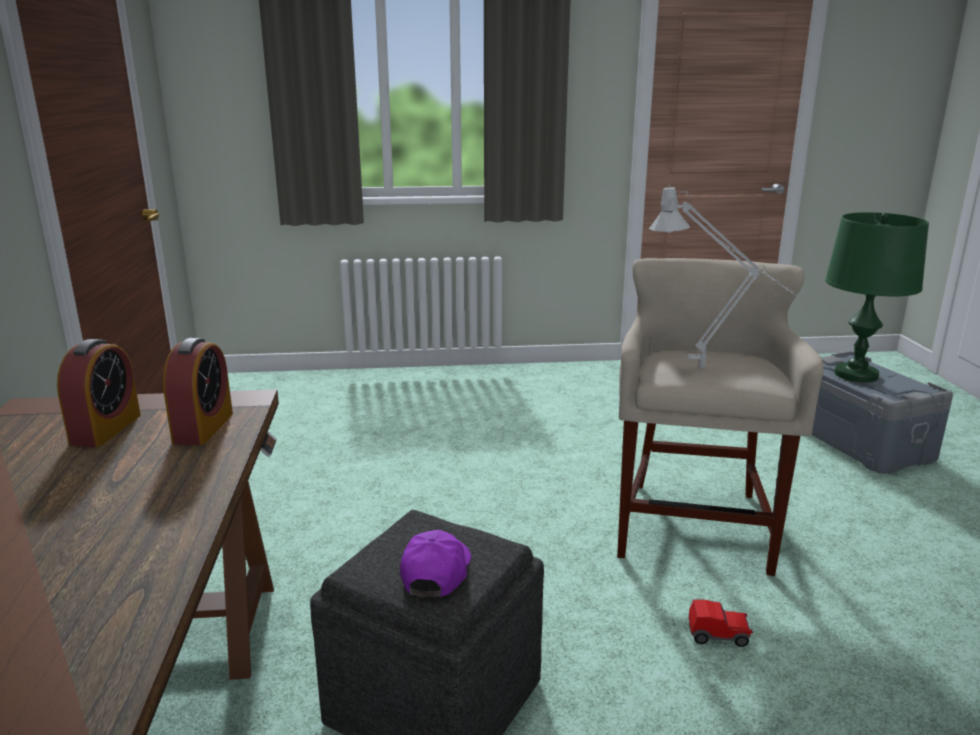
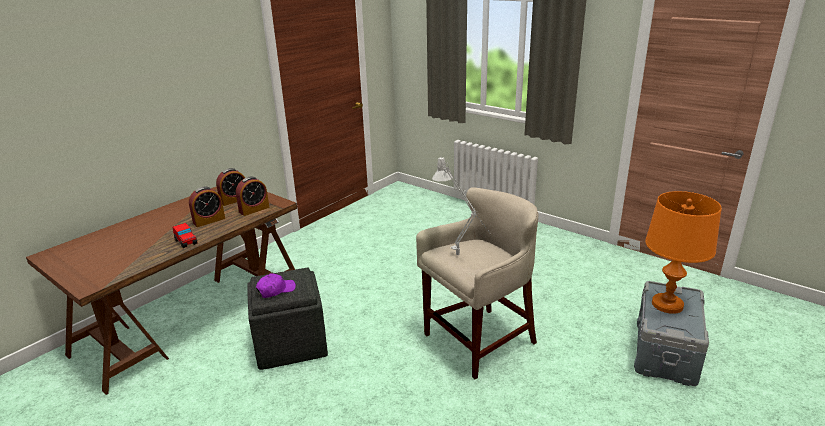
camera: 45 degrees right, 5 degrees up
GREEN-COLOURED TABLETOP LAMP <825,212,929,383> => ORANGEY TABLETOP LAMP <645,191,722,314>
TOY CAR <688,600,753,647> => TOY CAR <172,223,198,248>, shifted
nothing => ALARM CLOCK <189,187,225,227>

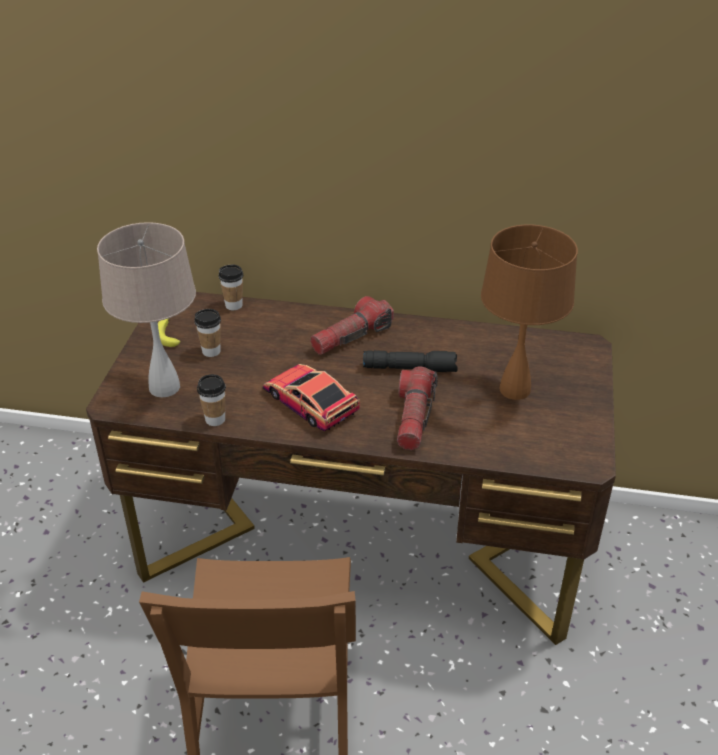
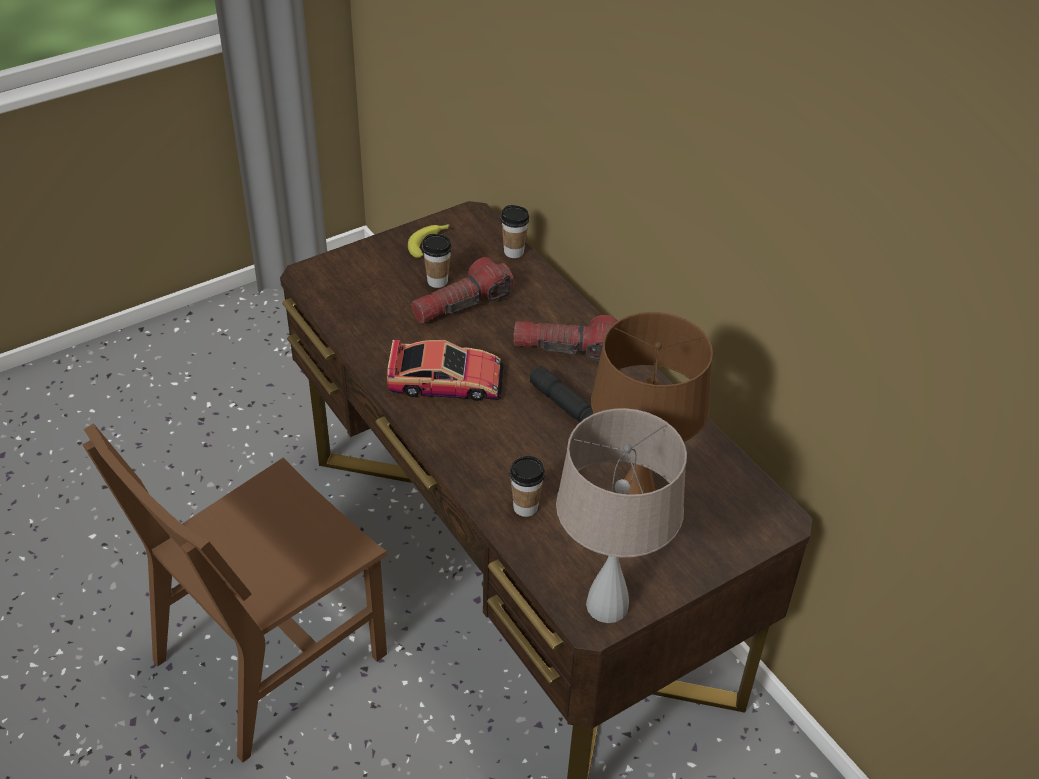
camera: 45 degrees right, 5 degrees up
BEIGE TABLETOP LAMP <97,222,196,398> => BEIGE TABLETOP LAMP <556,408,687,623>, shifted
TOY CAR <262,364,360,431> => TOY CAR <387,340,504,401>, 90 degrees clockwise
FLASHLIGHT <397,367,438,450> => FLASHLIGHT <411,257,514,323>, shifted
CUP <197,374,226,426> => CUP <510,456,545,517>, shifted

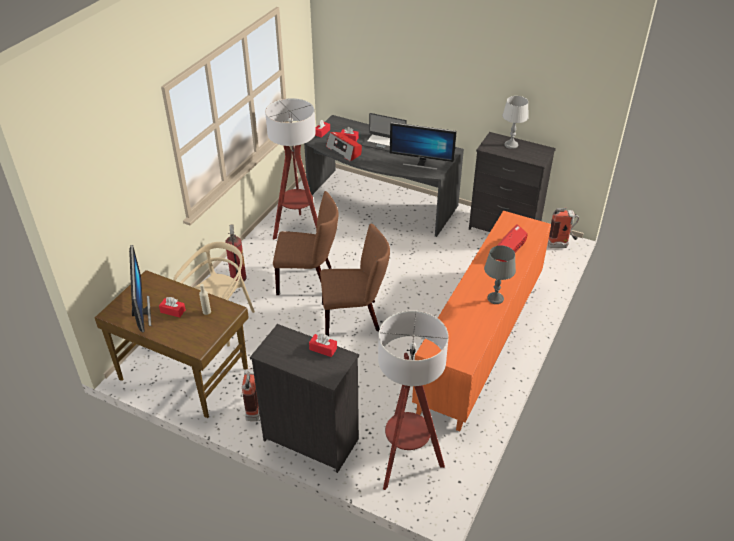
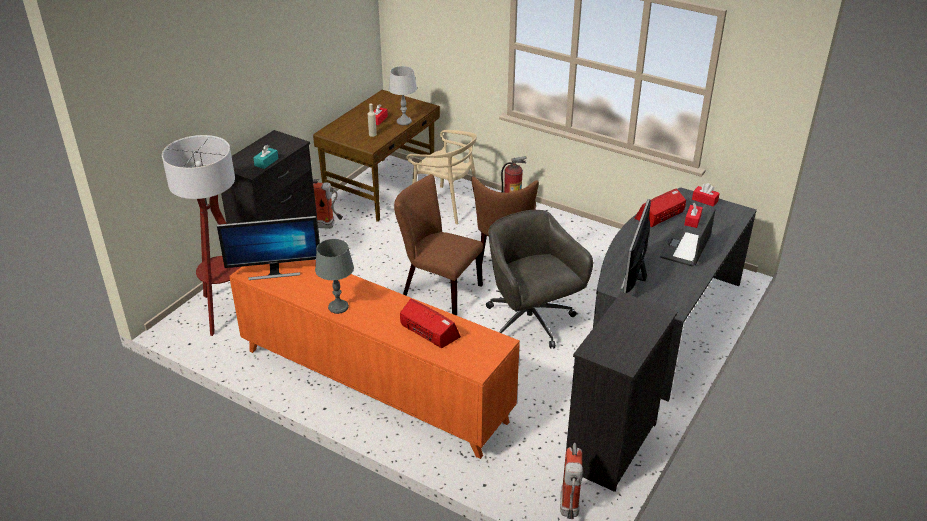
camera: 95 degrees right, 5 degrees down
GRAY TABLETOP LAMP <502,96,529,149> => GRAY TABLETOP LAMP <388,66,417,125>, shifted
STANDARD LAMP <265,98,318,240> => nothing
BROWNISH PLAIN CHAIR <320,224,390,336> => BROWNISH PLAIN CHAIR <394,174,483,315>, 120 degrees clockwise
COMPUTER SCREEN <129,245,151,333> => COMPUTER SCREEN <217,216,319,280>, shifted
REDDISH BOX OF TISSUES <309,334,337,357> => TURQUOISE BOX OF TISSUES <253,145,279,169>
nothing => GRAY DESK CHAIR <486,210,593,349>

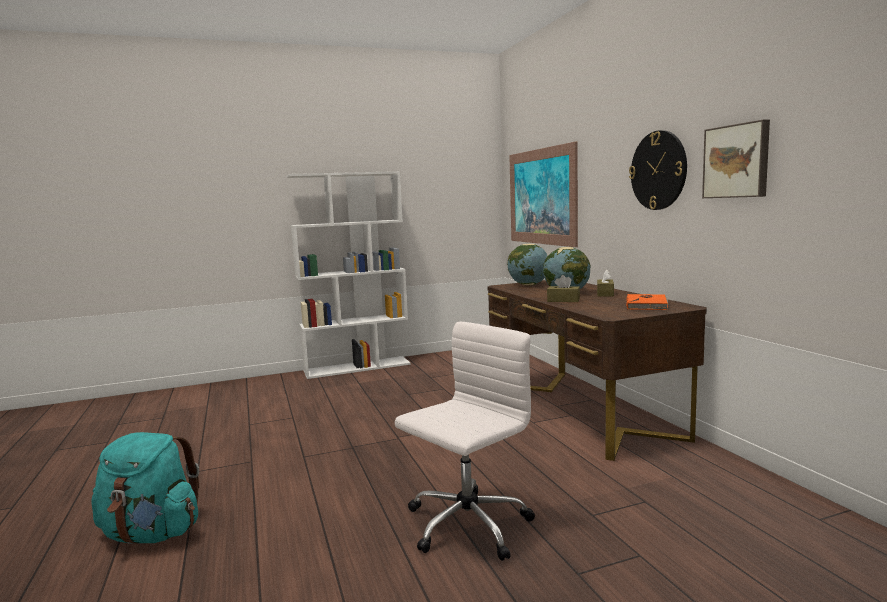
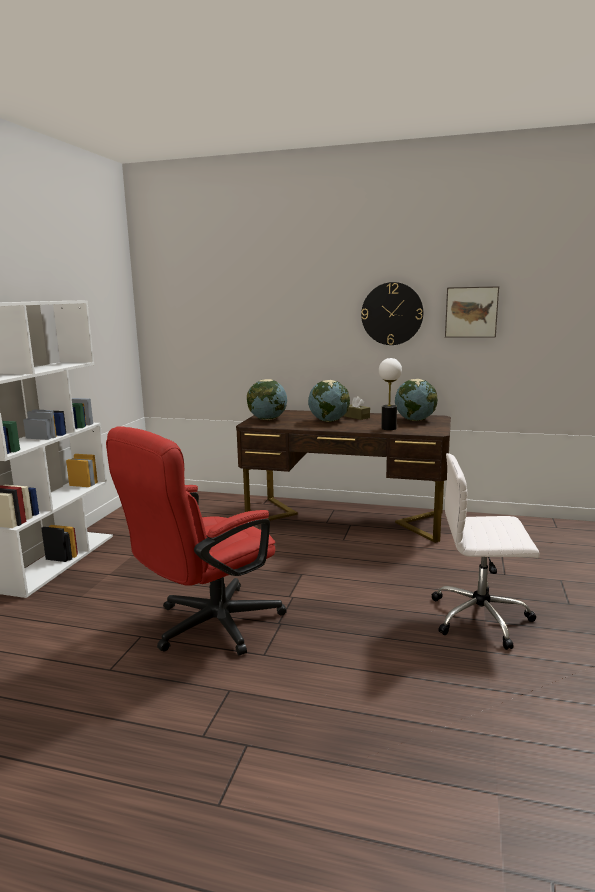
camera: 55 degrees left, 5 degrees up
WALL ART <509,141,578,247> => nothing
BROWNISH BOX OF TISSUES <547,275,580,302> => nothing
ORANGEY BOOK <626,294,669,310> => WORLD GLOBE <395,379,438,421>
WHITISH DESK CHAIR <395,322,535,561> => WHITISH DESK CHAIR <432,453,540,650>, 75 degrees counterclockwise
TURQUOISE RUCKSACK <91,432,199,544> => nothing
nothing => TABLETOP LAMP <379,358,402,430>
nothing => REDDISH DESK CHAIR <106,426,286,656>

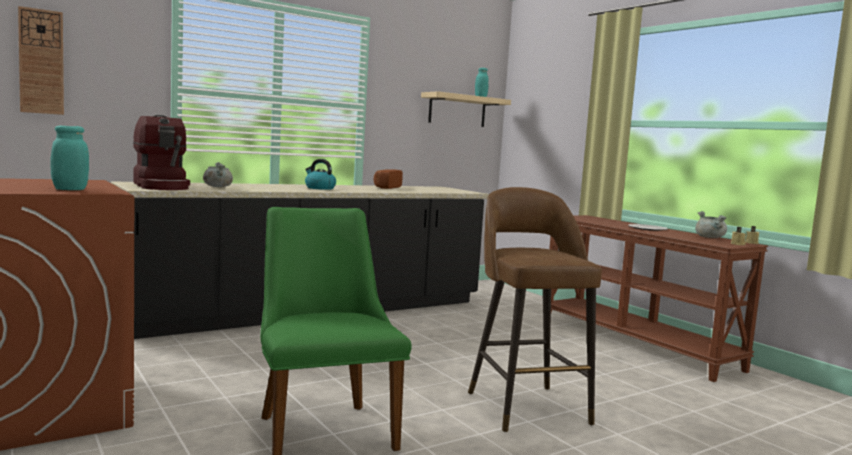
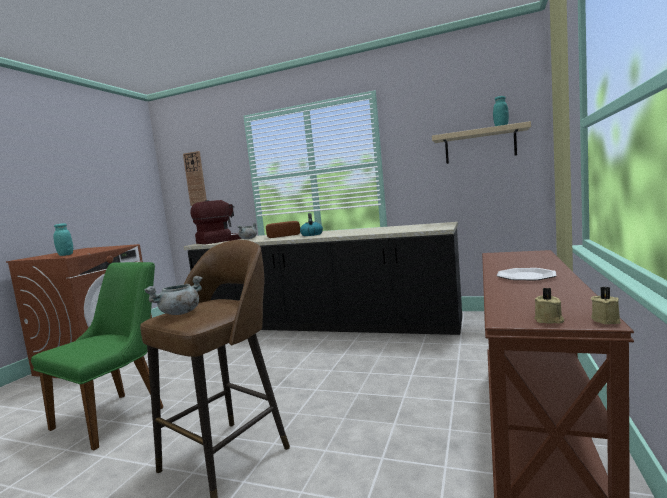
camera: 55 degrees right, 0 degrees up
COFFEE MACHINE <133,115,190,190> => COFFEE MACHINE <191,200,242,244>, 150 degrees counterclockwise
BREAD <373,169,403,189> => BREAD <266,221,300,238>, shifted
GRAY SAUCEPOT <695,211,727,238> => GRAY SAUCEPOT <144,276,202,315>, shifted

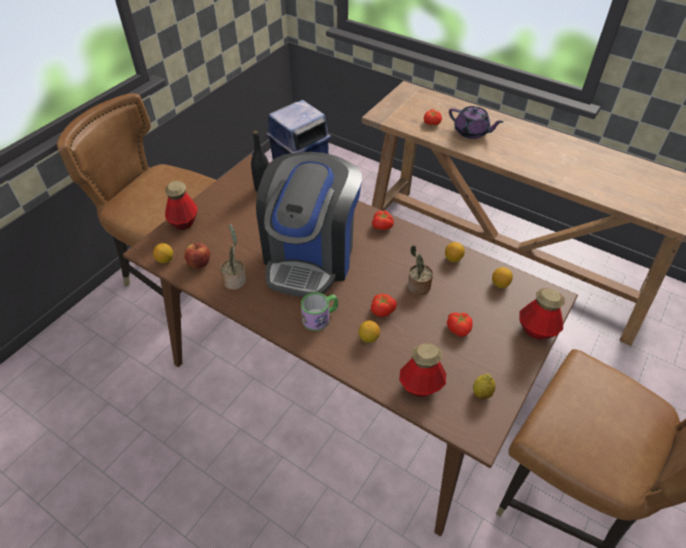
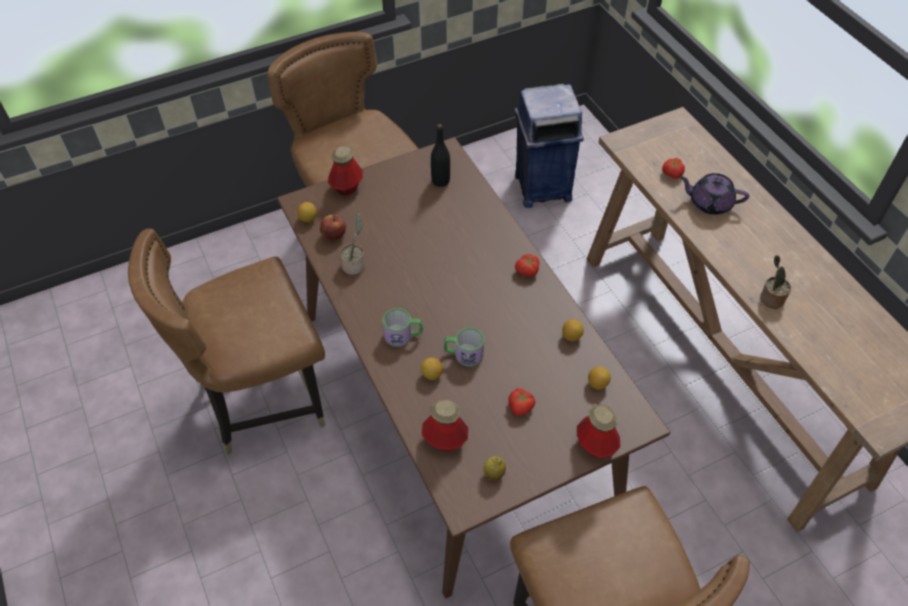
camera: 30 degrees right, 5 degrees up
PURPLISH POT FOR TEA <449,106,503,139> => PURPLISH POT FOR TEA <679,173,749,215>, 135 degrees clockwise
COFFEE MACHINE <256,152,362,297> => nothing
PLANT IN A POT <408,245,433,295> => PLANT IN A POT <760,255,791,309>, shifted
TOMATO <371,294,397,317> => COFFEE MUG <444,328,484,367>
nothing => BROWNISH PLAIN CHAIR <128,228,325,455>

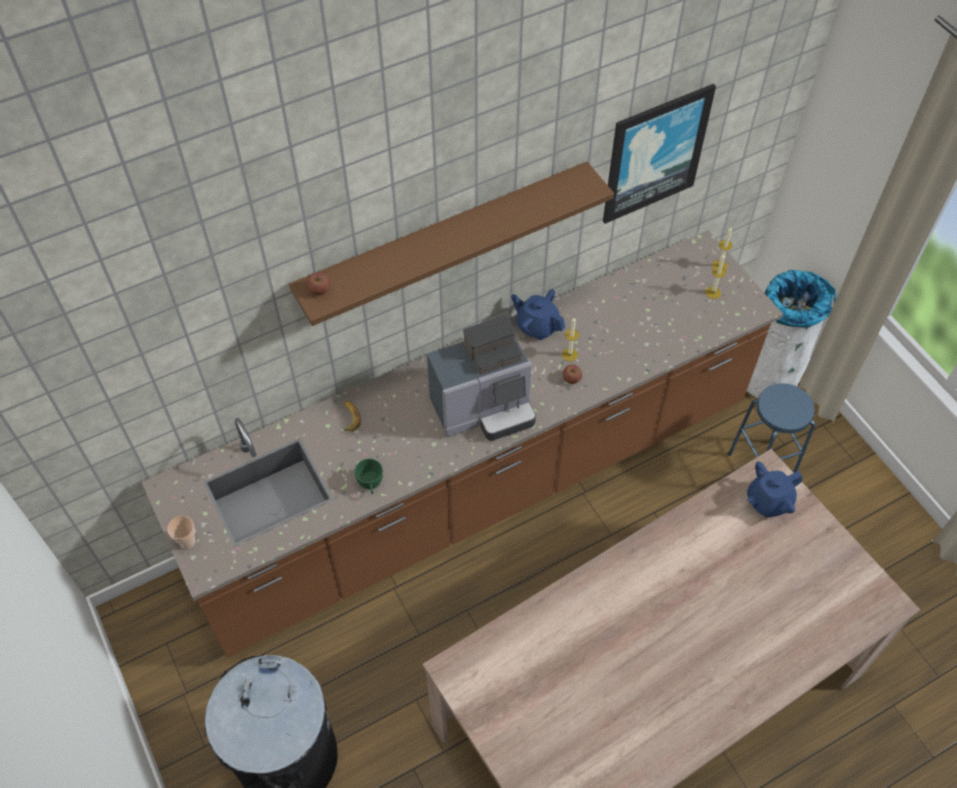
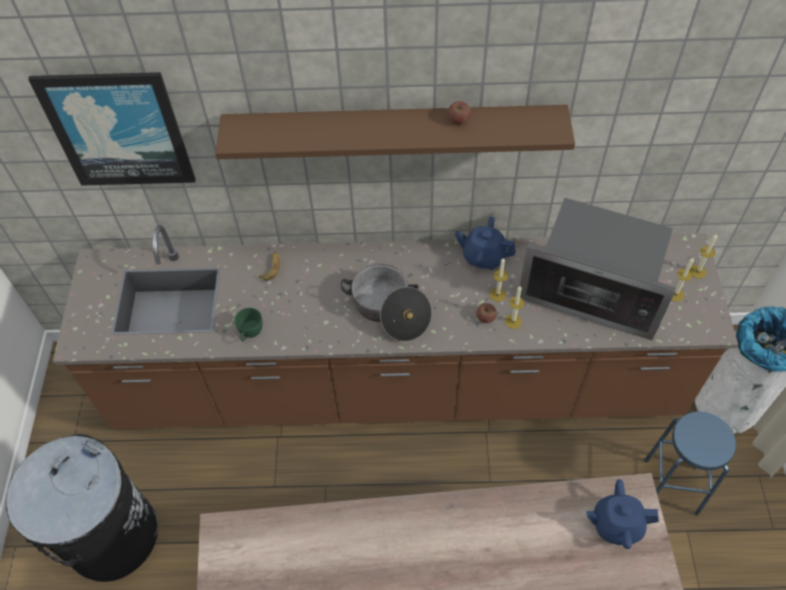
camera: 30 degrees right, 0 degrees up
WALL ART <603,84,716,224> => WALL ART <28,72,196,186>, shifted
APPLE <307,272,330,295> => APPLE <448,101,471,125>, shifted
BLUE-COLOURED POT FOR TEA <511,289,565,340> => BLUE-COLOURED POT FOR TEA <455,216,516,270>, 45 degrees counterclockwise
COFFEE MACHINE <427,316,536,441> => SAUCEPOT <340,264,432,342>
CUP <167,516,195,549> => nothing
nothing => KITCHEN MICROWAVE <519,197,676,340>
nothing => CANDLE <505,286,524,329>

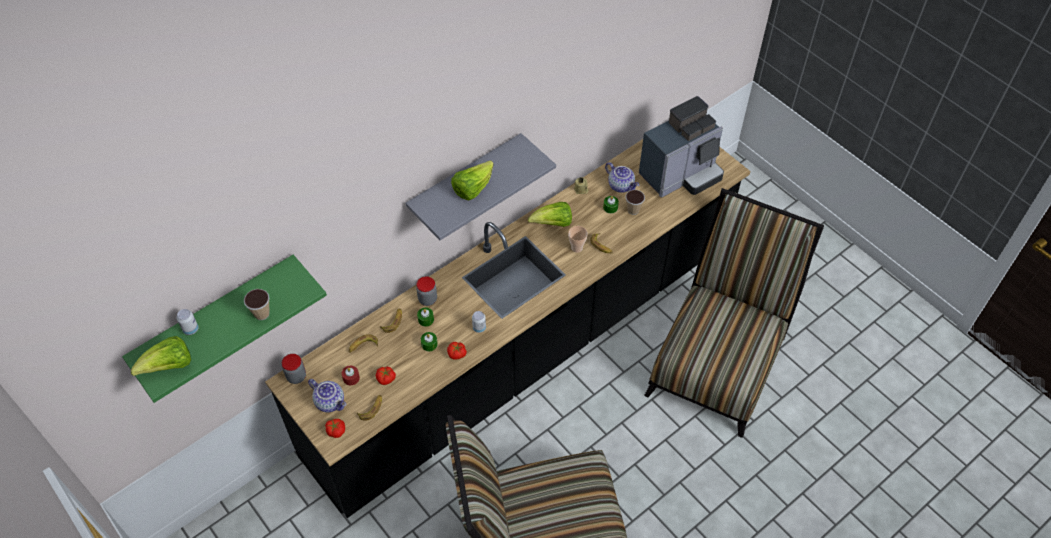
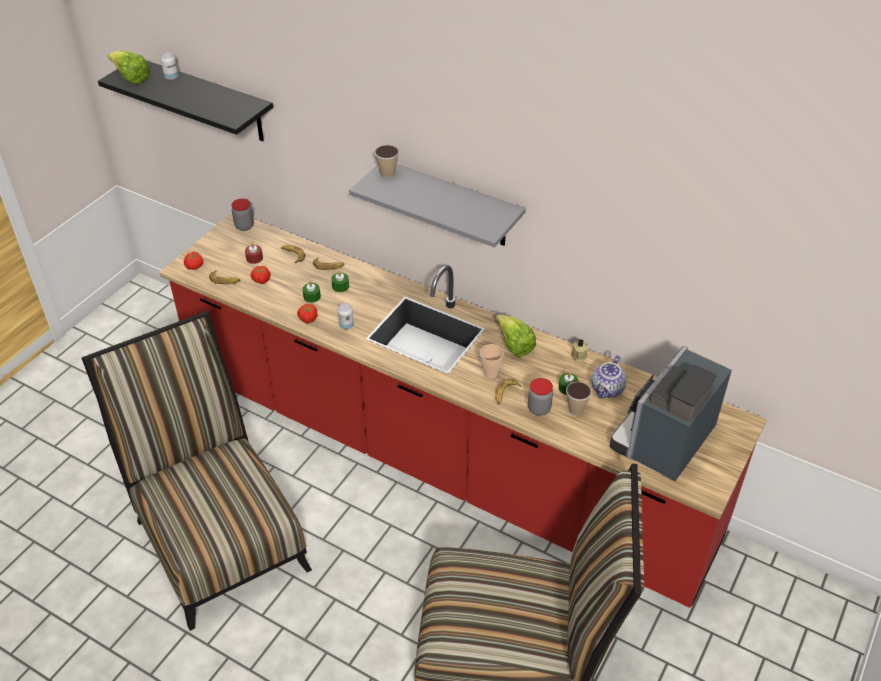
camera: 70 degrees right, 10 degrees down
COFFEE MACHINE <639,96,724,198> => COFFEE MACHINE <610,346,732,481>, 90 degrees clockwise
BLACKISH COUNTER <265,139,751,518> => REDDISH COUNTER <160,213,767,608>
LETTUCE <451,160,494,201> => nothing
GREEN-COLOURED SHELF <122,255,327,403> => BLACKISH SHELF <98,60,273,141>
JAR <416,276,437,306> => JAR <528,378,553,416>, shifted
CUP <244,289,270,320> => CUP <374,145,399,178>, shifted
POT FOR TEA <308,379,346,412> => nothing

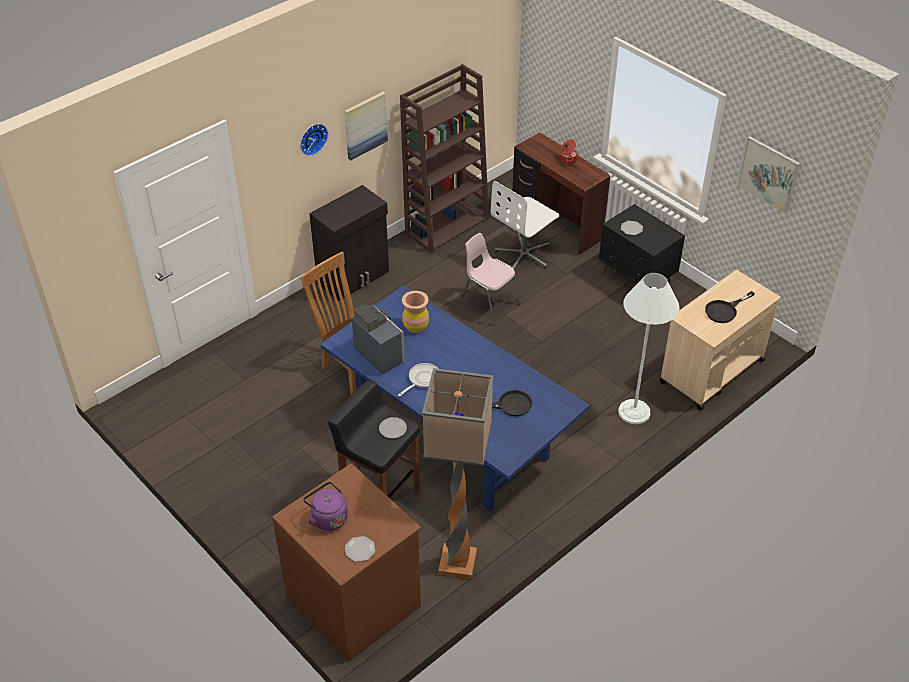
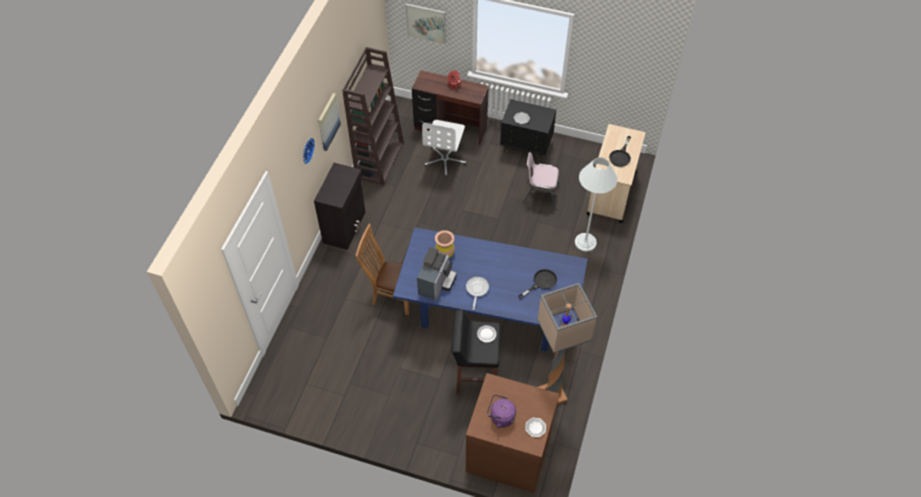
camera: 30 degrees left, 10 degrees up
WALL ART <738,136,800,214> => WALL ART <406,3,446,44>, shifted
PINKISH PLAIN CHAIR <459,233,520,326> => PINKISH PLAIN CHAIR <522,152,560,209>, shifted
COFFEE MACHINE <352,305,405,374> => COFFEE MACHINE <417,247,456,301>, 90 degrees clockwise

